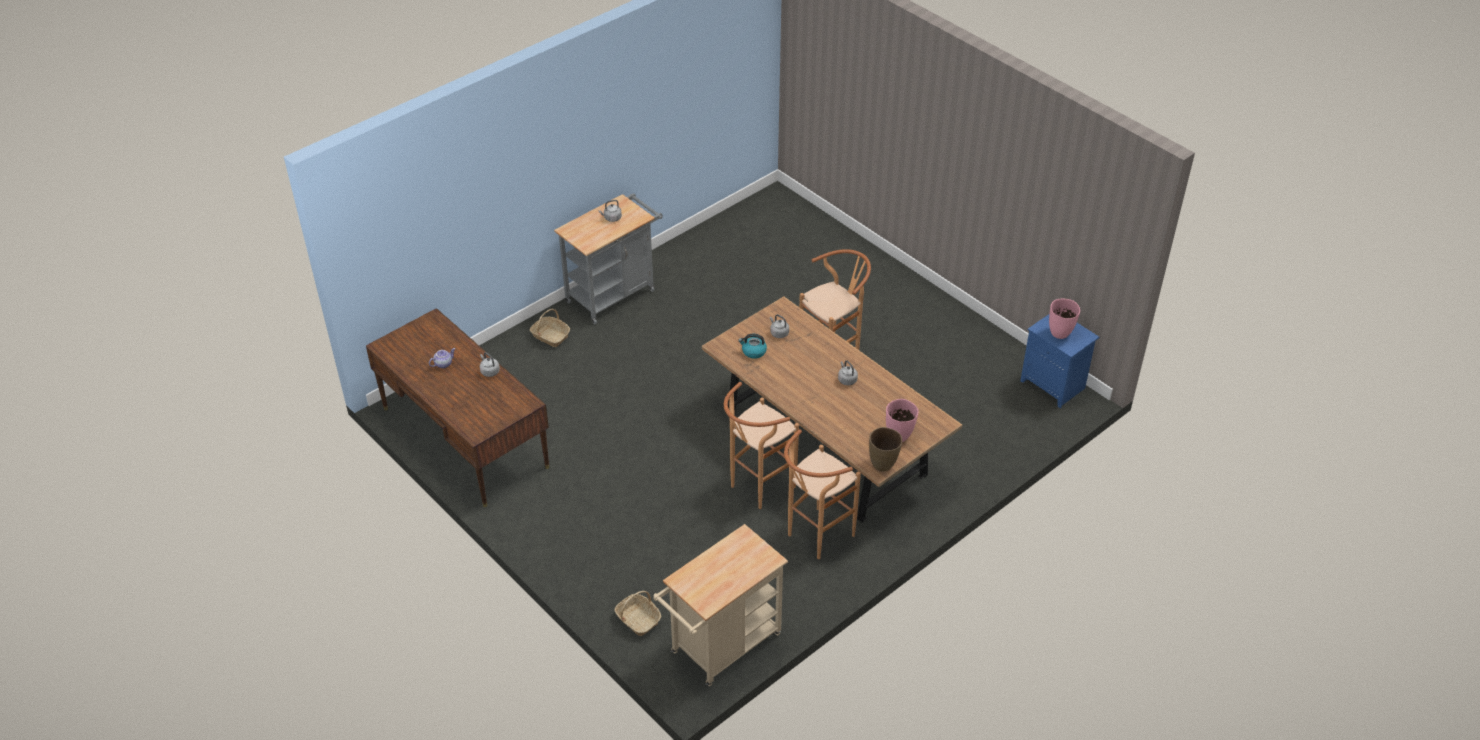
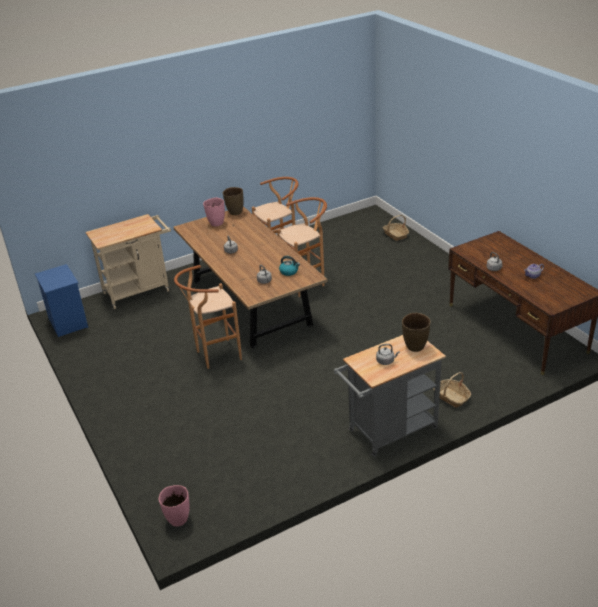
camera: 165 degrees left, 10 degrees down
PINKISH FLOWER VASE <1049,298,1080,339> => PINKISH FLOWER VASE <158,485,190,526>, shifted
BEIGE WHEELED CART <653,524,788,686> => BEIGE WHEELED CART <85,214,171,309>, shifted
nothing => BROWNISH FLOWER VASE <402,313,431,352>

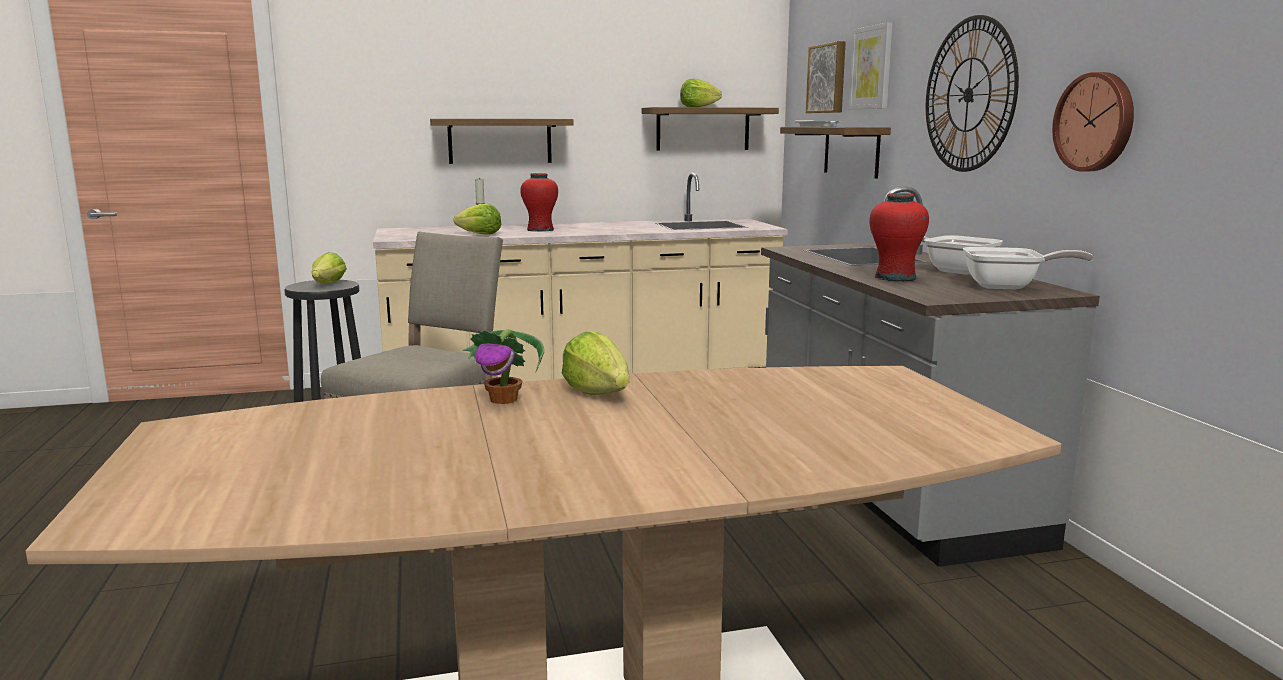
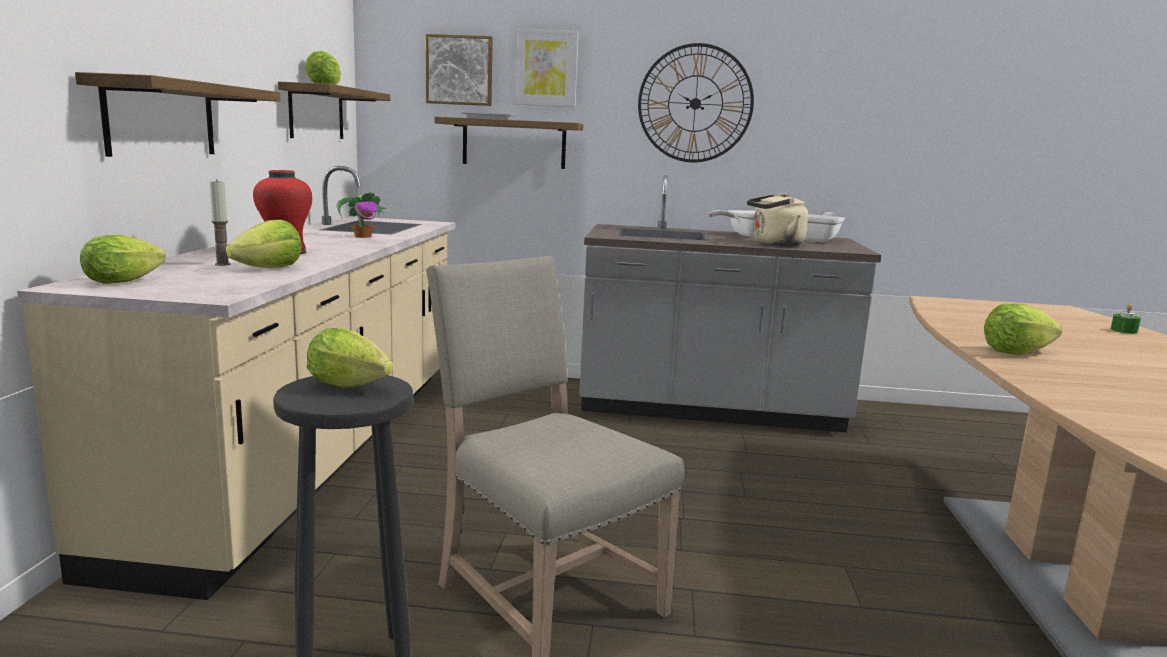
camera: 70 degrees left, 0 degrees up
HANGING CLOCK <1052,72,1134,172> => nothing
REDDISH FLOWER VASE <869,193,929,281> => BEIGE KETTLE <747,193,808,246>
PLANT IN A POT <462,329,544,404> => PLANT IN A POT <336,192,386,238>, shifted
nothing => LETTUCE <80,235,166,284>
nothing => GREEN-COLOURED CANDLE <1111,304,1141,334>

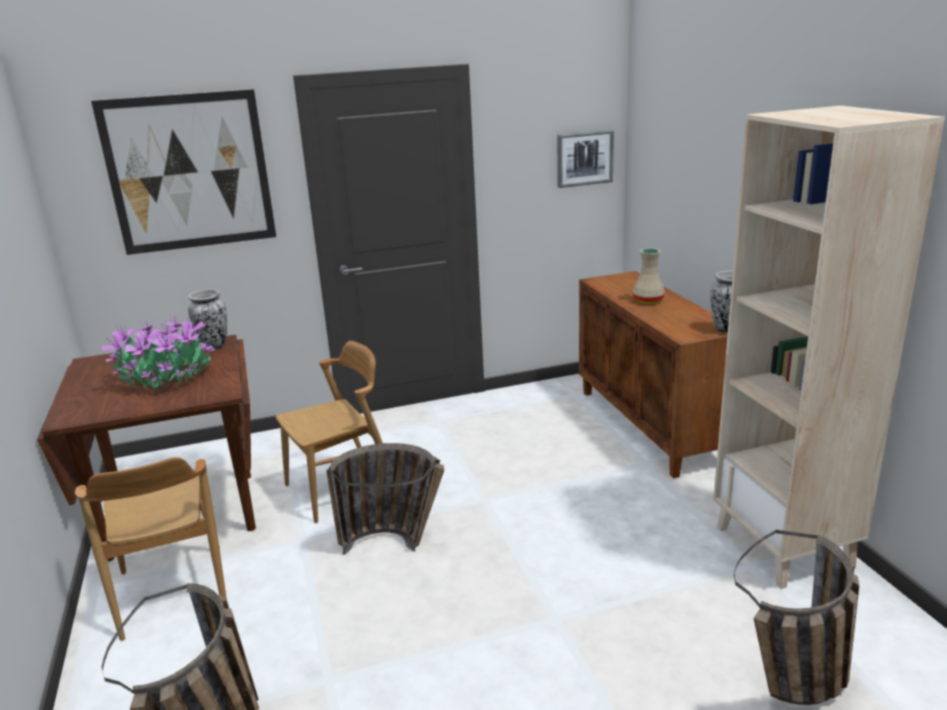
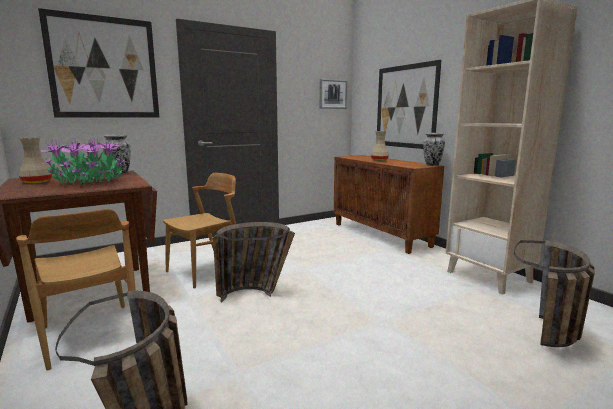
camera: 15 degrees left, 10 degrees down
nothing => WALL ART <377,60,441,149>
nothing => BEIGE FLOWER VASE <19,137,52,184>

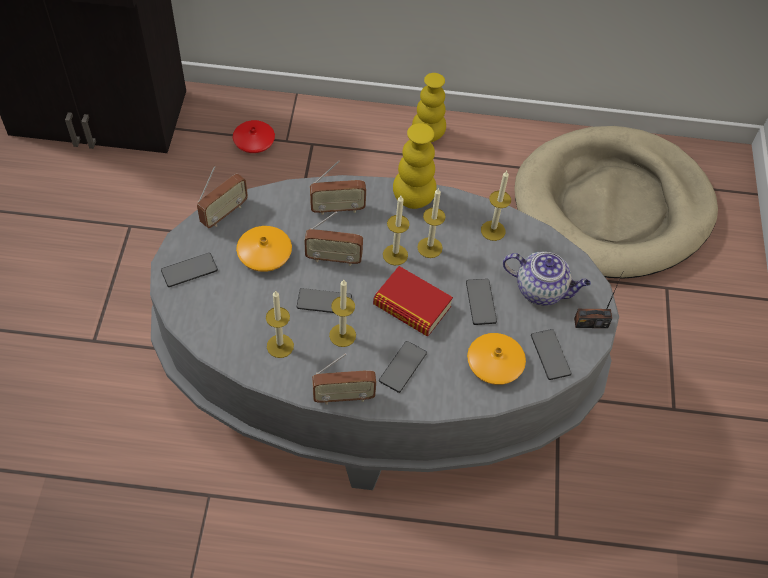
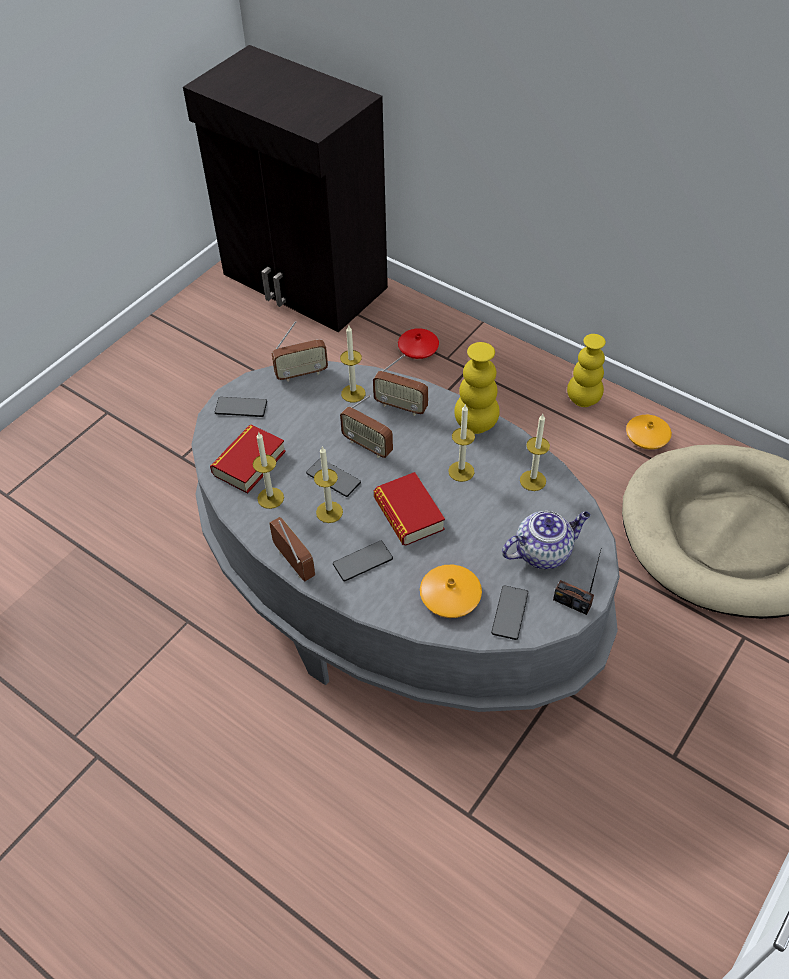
camera: 35 degrees right, 5 degrees down
CANDLE <383,196,410,265> => CANDLE <340,326,366,402>, shifted
ORANGEY FLOWER VASE <236,226,292,272> => ORANGEY FLOWER VASE <626,415,672,449>, shifted
POT FOR TEA <503,252,591,306> => POT FOR TEA <502,511,590,569>, 75 degrees counterclockwise
PHONE <466,279,497,325> => nothing
RADIO <312,353,376,405> => RADIO <269,517,315,581>, 150 degrees counterclockwise
nothing => BOOK <210,424,286,493>

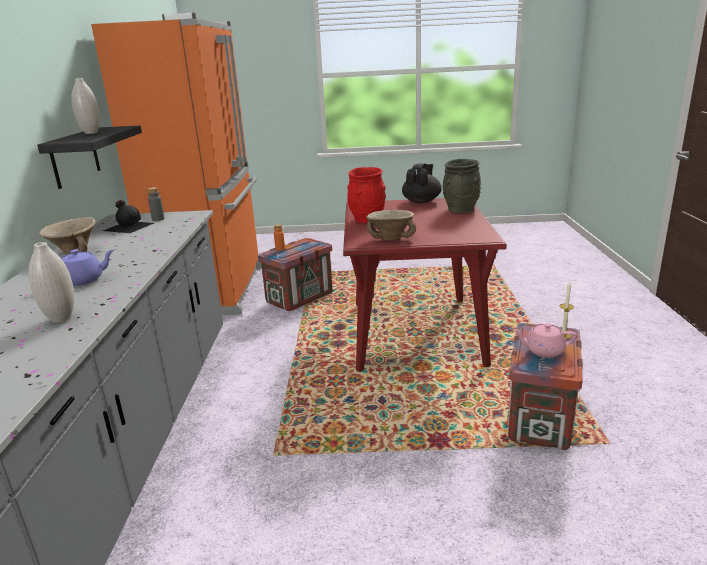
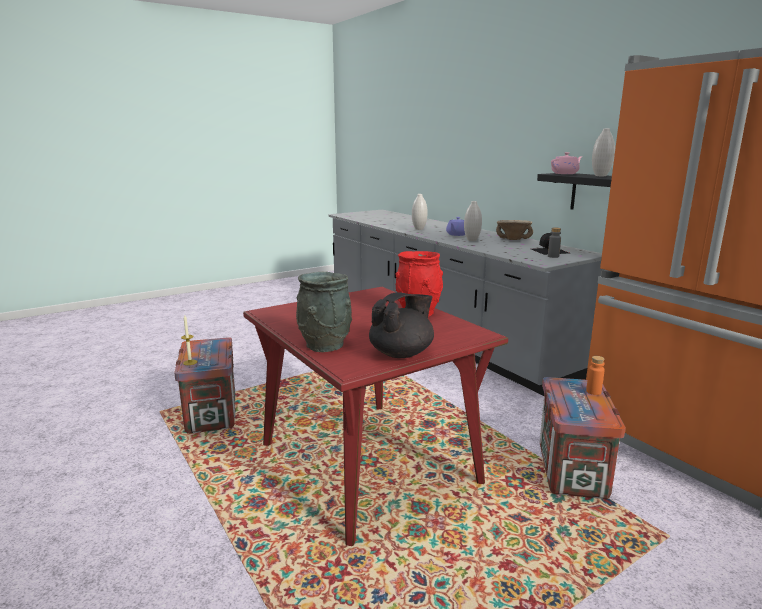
camera: 145 degrees right, 5 degrees down
BLACKISH POT FOR TEA <402,164,442,203> => BLACKISH POT FOR TEA <369,292,434,358>, 120 degrees counterclockwise
BEIGE DEEP DISH <366,210,416,240> => nothing
PINKISH POT FOR TEA <513,323,577,358> => PINKISH POT FOR TEA <551,152,582,174>, shifted
nothing => WHITISH FLOWER VASE <464,201,482,241>

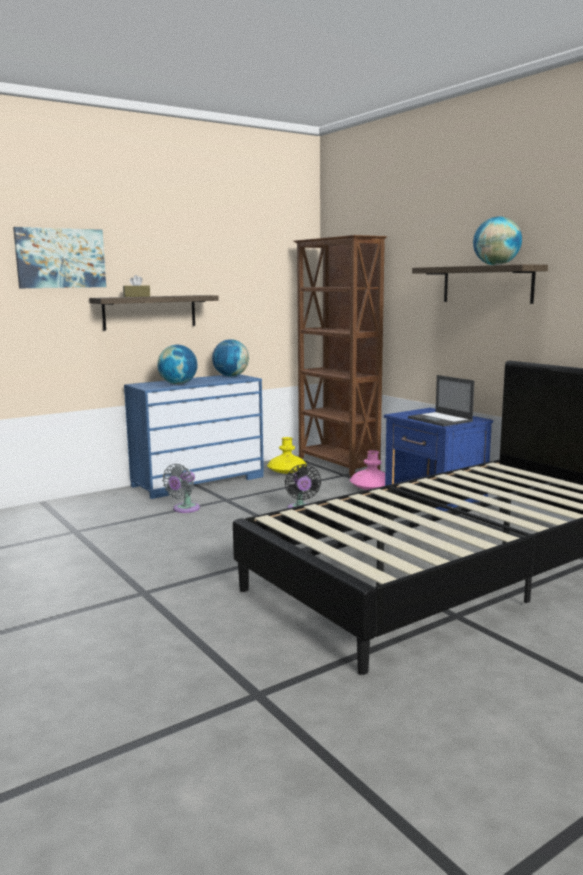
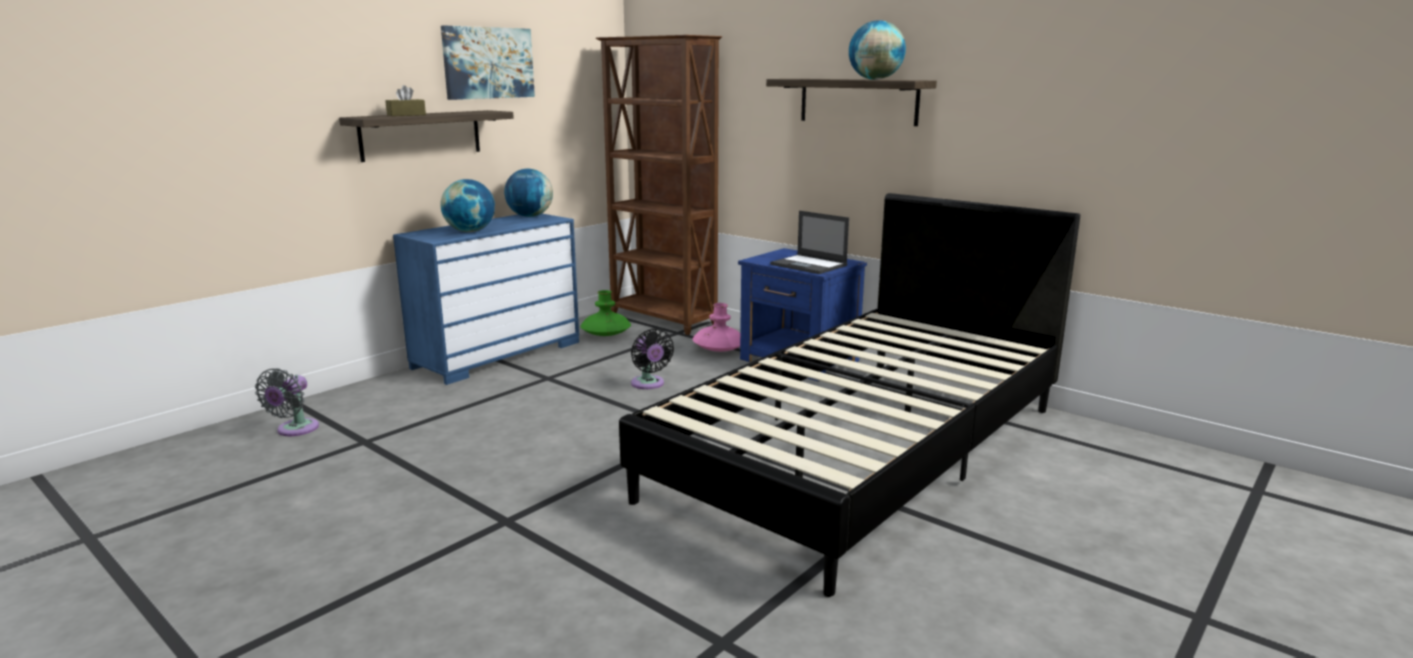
camera: 15 degrees left, 5 degrees up
WALL ART <13,227,106,288> => WALL ART <441,25,535,100>, shifted
YELLOW FLOWER VASE <267,437,307,474> => GREEN-COLOURED FLOWER VASE <580,290,631,336>
GRAY ELECTRIC FAN <162,464,200,513> => GRAY ELECTRIC FAN <255,368,319,436>, shifted

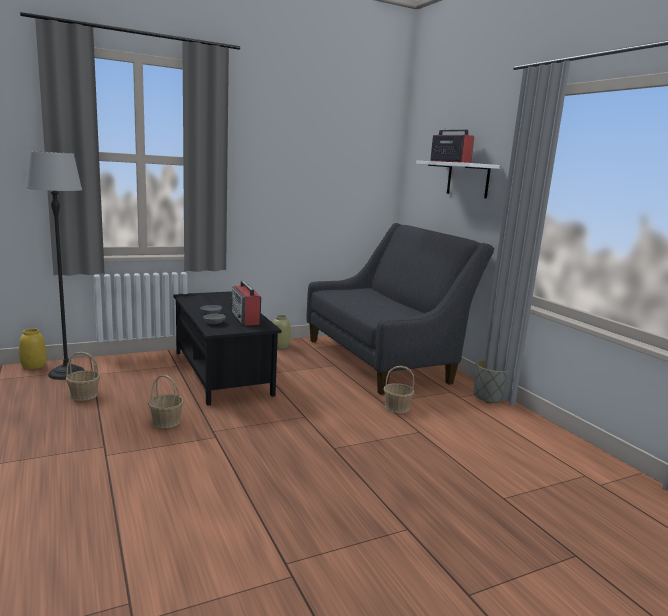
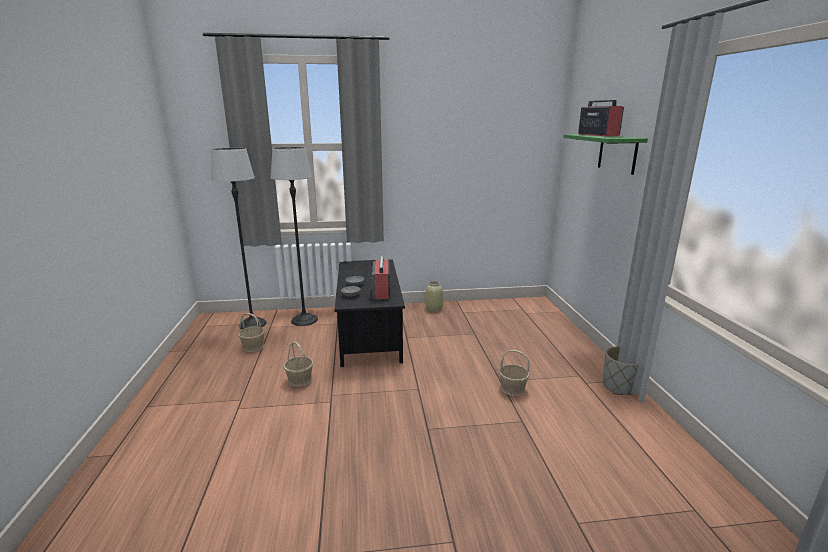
camera: 20 degrees right, 5 degrees up
WHITISH SHELF <416,161,500,198> => GREEN-COLOURED SHELF <563,134,648,175>
GRAY SOFA <306,223,494,395> => nothing
YELLOW FLOWER VASE <19,329,47,369> => nothing
nothing => STANDARD LAMP <271,147,318,326>

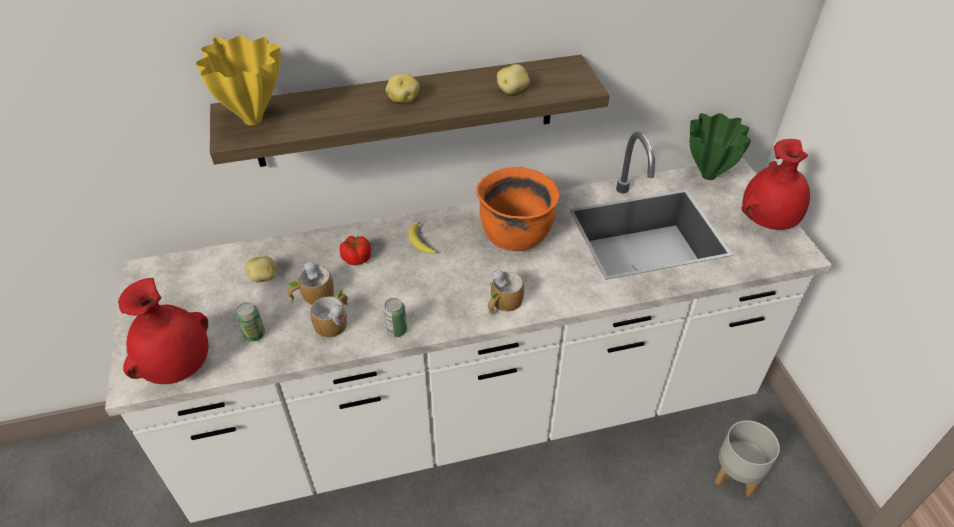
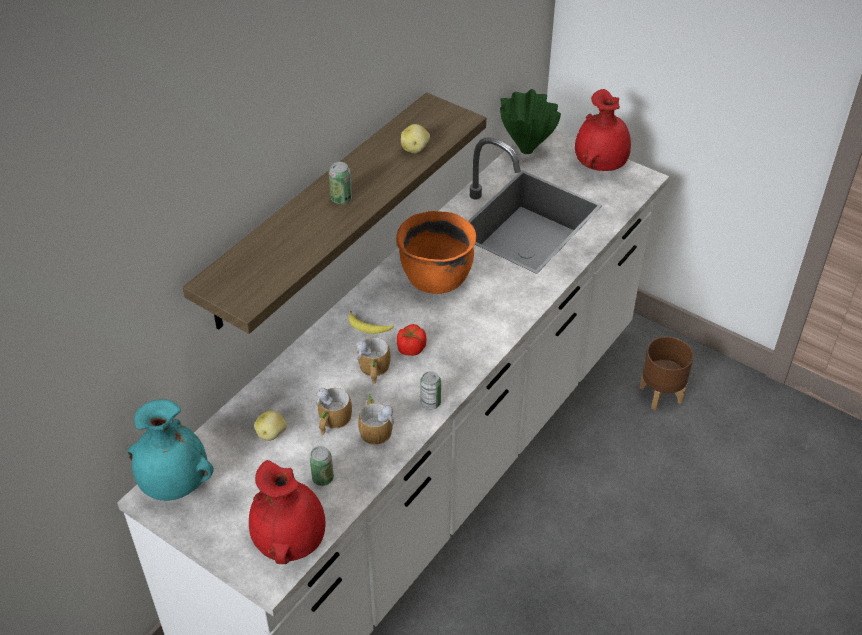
camera: 40 degrees left, 0 degrees up
YELLOW FLOWER VASE <196,36,281,125> => nothing
WHOLE POTATO <385,73,420,103> => METAL CAN <329,162,352,204>
TOMATO <340,236,371,265> => TOMATO <397,324,427,356>, shifted
COFFEE MUG <488,269,524,315> => COFFEE MUG <356,337,391,384>, shifted
GRAY PLANT POT <715,420,780,497> => BROWNISH PLANT POT <639,336,694,410>
nothing => TURQUOISE FLOWER VASE <127,399,214,501>

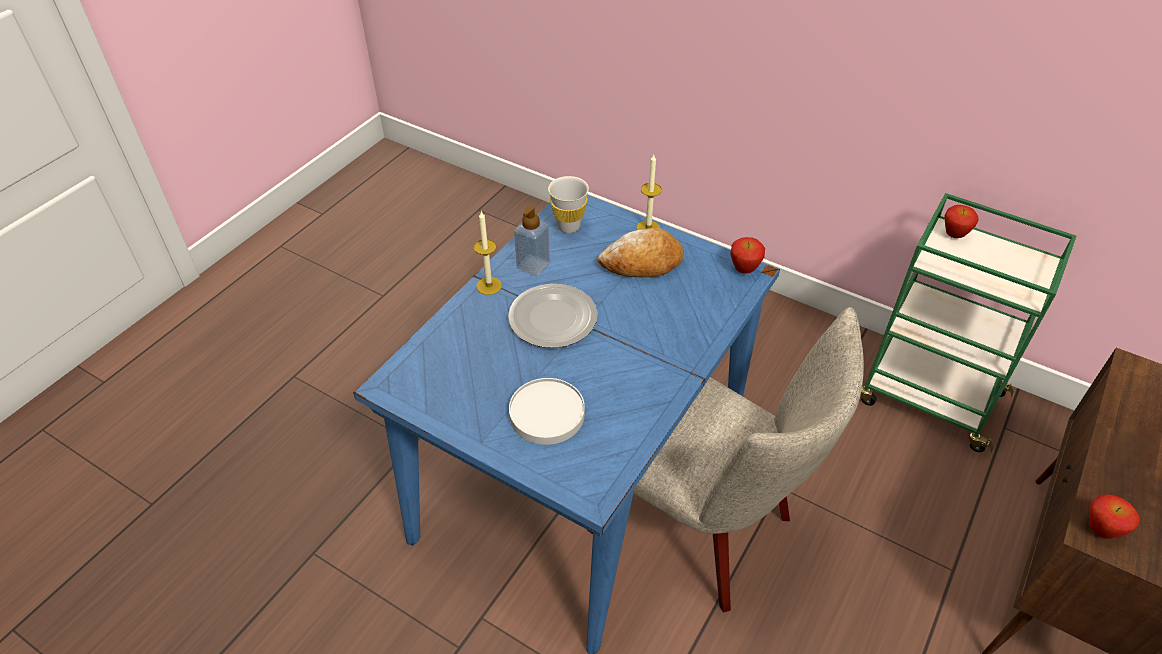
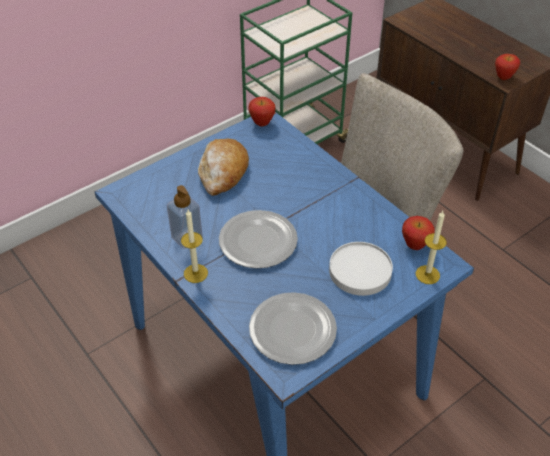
camera: 70 degrees left, 0 degrees up
CANDLE <637,155,662,230> => CANDLE <416,211,447,284>, shifted
WHITISH CUP <548,176,589,233> => nothing
APPLE <945,205,979,238> => APPLE <402,216,435,250>, shifted
nothing => DINNER PLATE <249,292,337,365>

